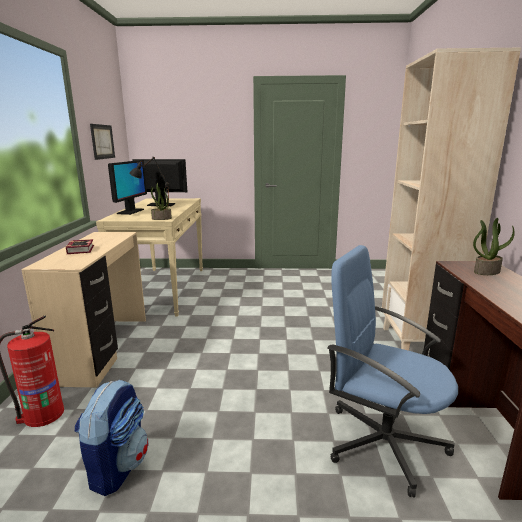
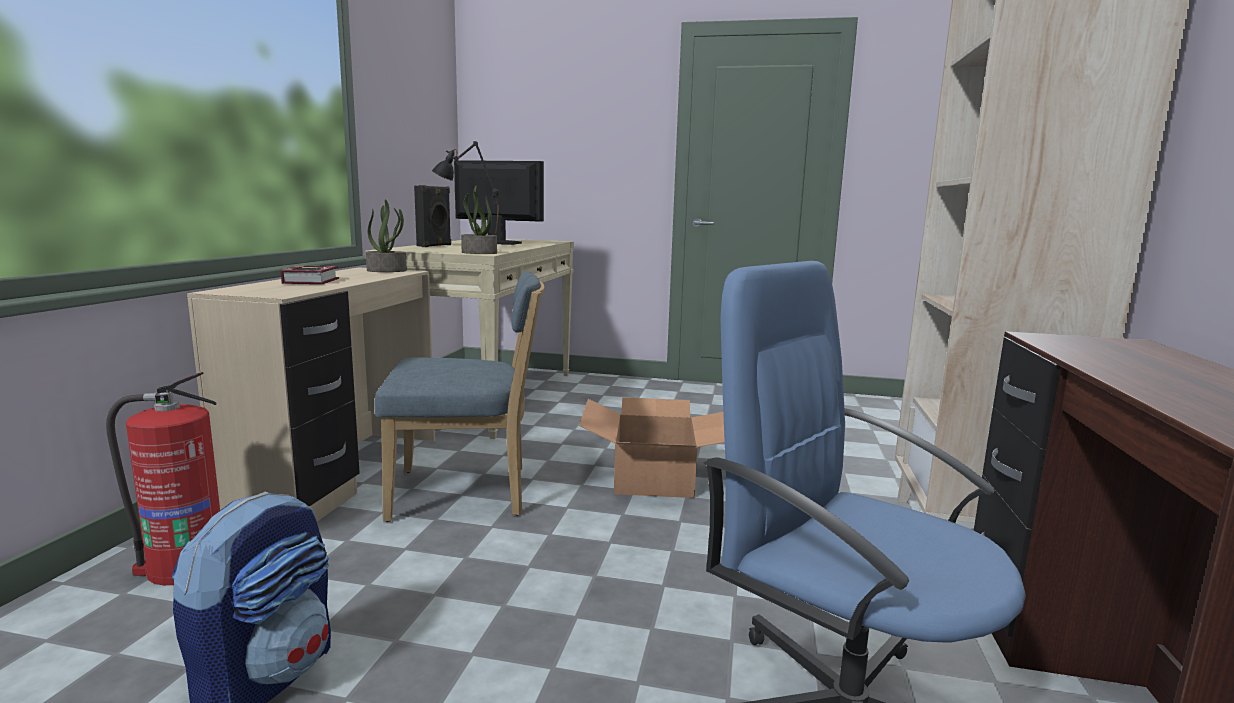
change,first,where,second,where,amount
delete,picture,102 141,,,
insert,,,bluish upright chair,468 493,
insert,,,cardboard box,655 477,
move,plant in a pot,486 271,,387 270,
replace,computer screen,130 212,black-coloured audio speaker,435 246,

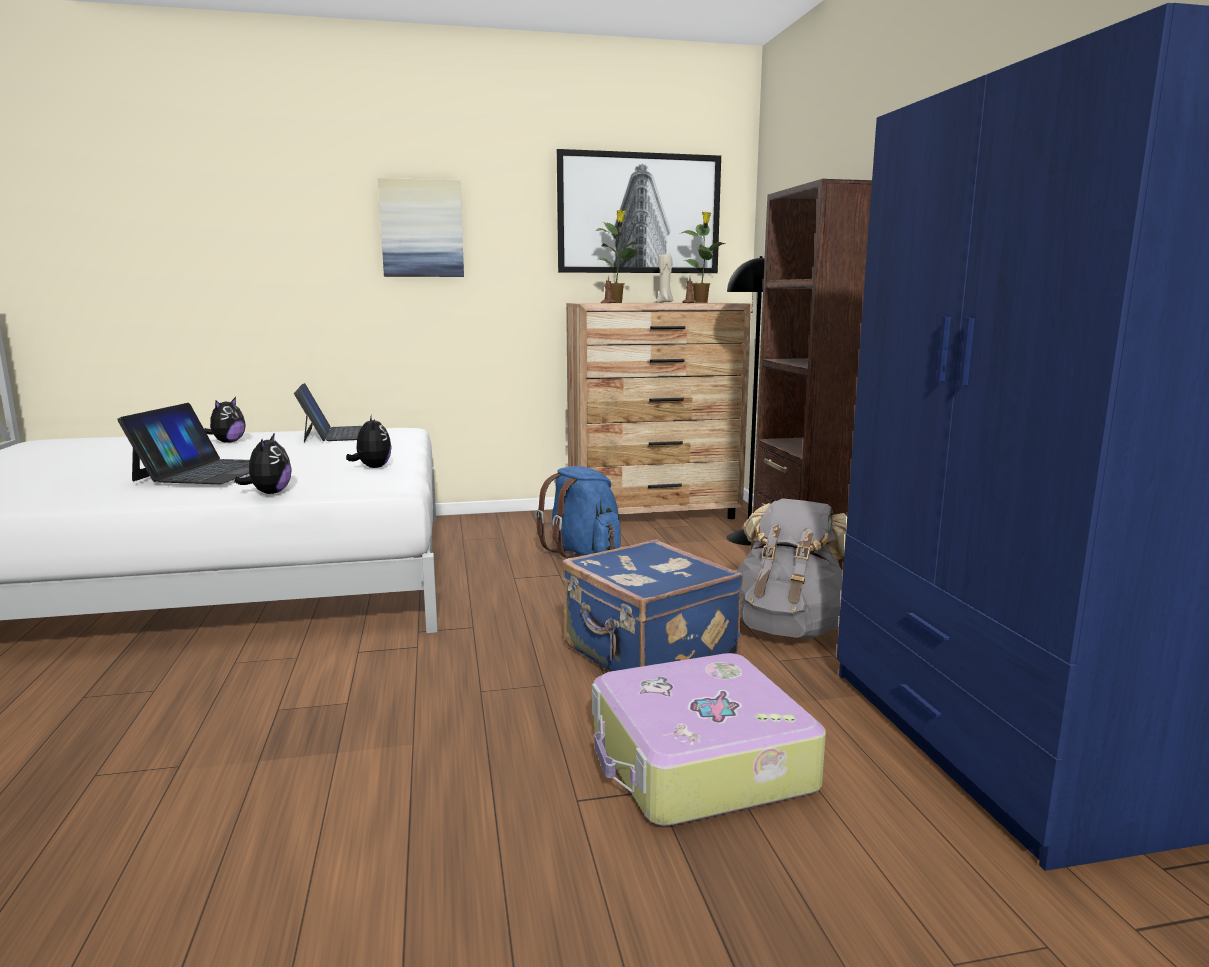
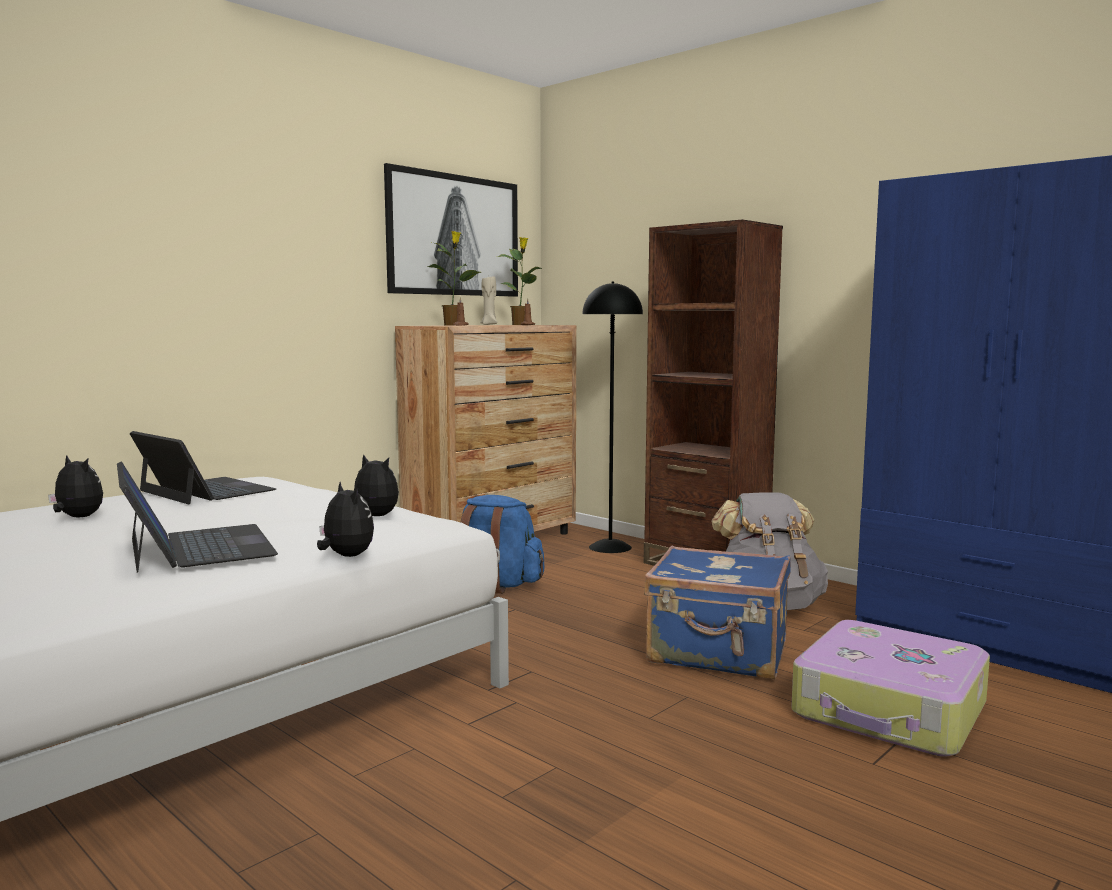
change,first,where,second,where,amount
delete,picture,422 229,,,
rotate,cuddly toy,228 442,,77 518,45 degrees counterclockwise

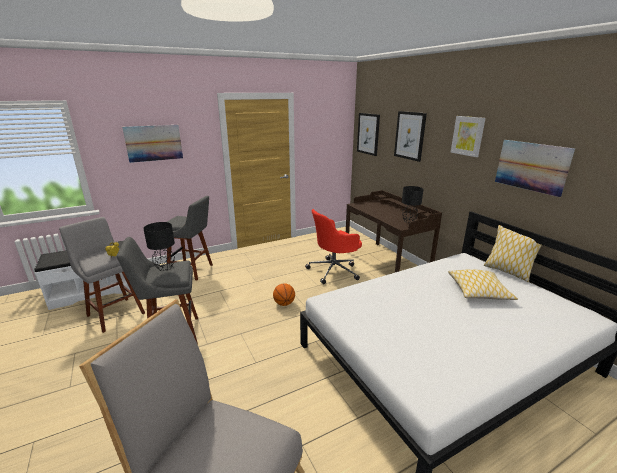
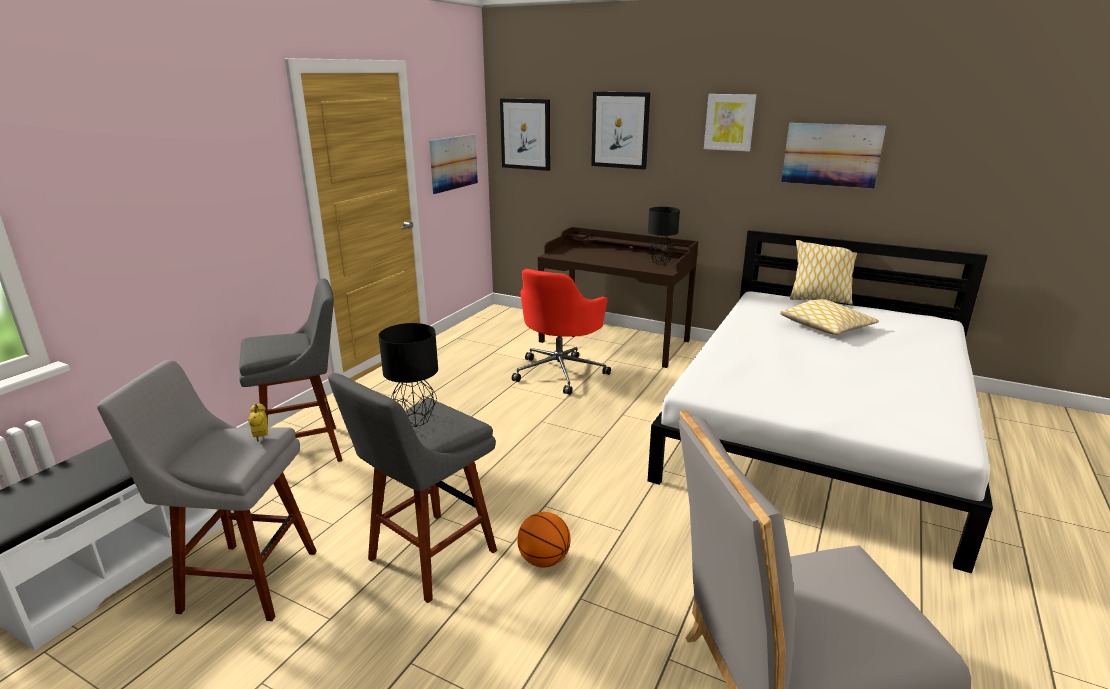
change,first,where,second,where,amount
move,picture,154 143,,454 163,
move,basketball,284 303,,544 560,

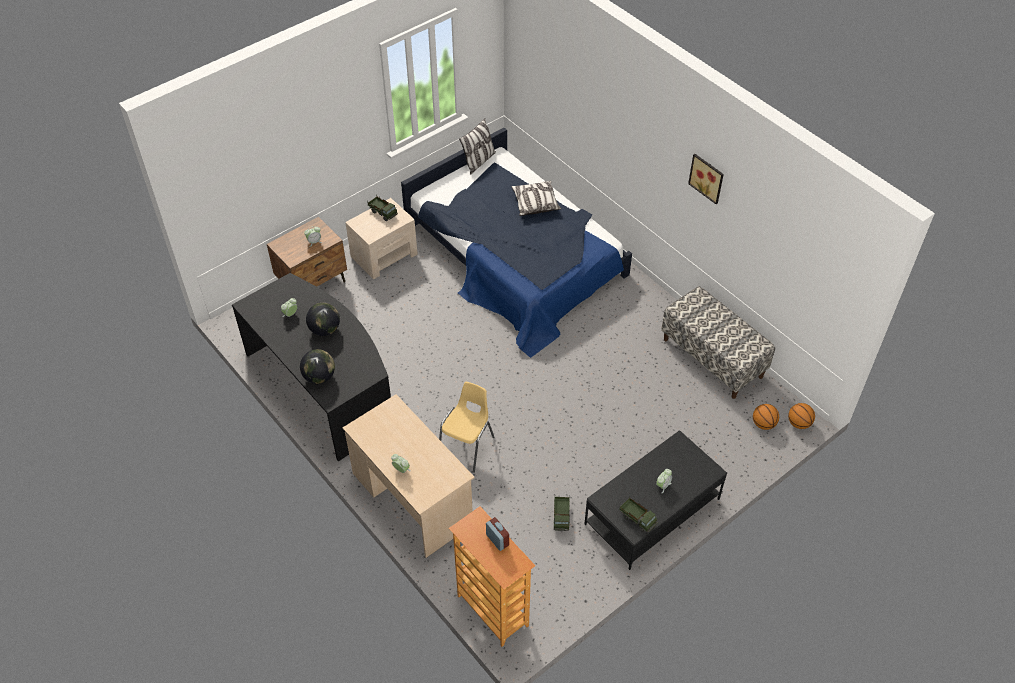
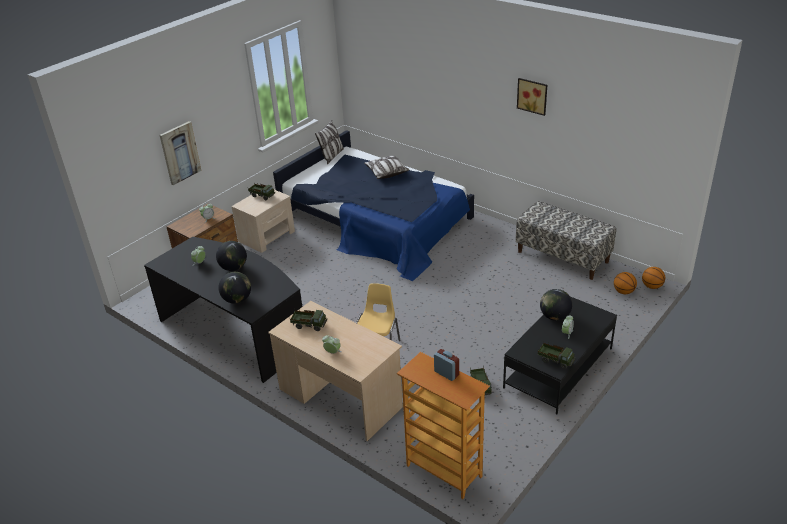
change,first,where,second,where,amount
insert,,,picture,180 153,
insert,,,model truck,309 325,
insert,,,desk globe,554 317,

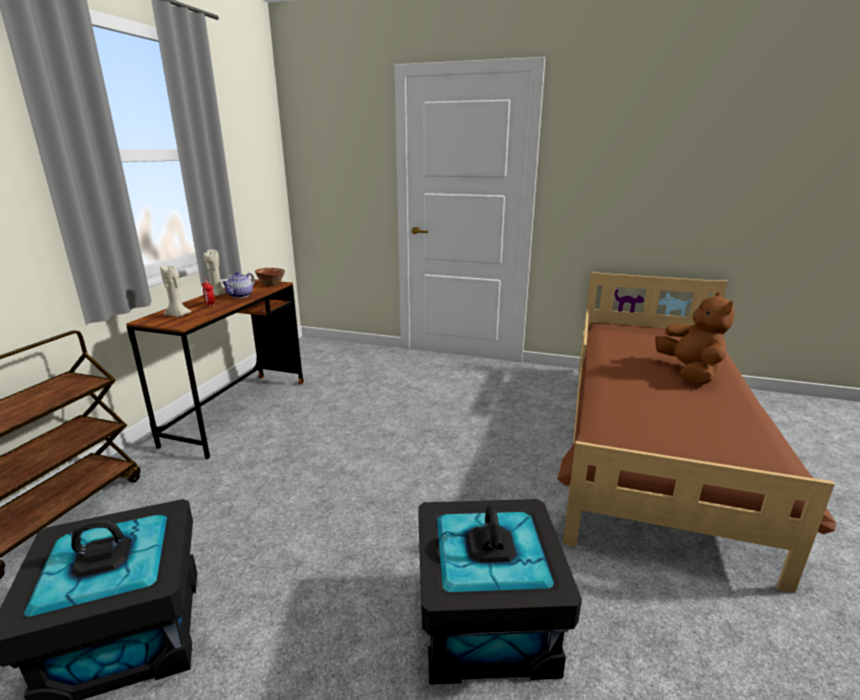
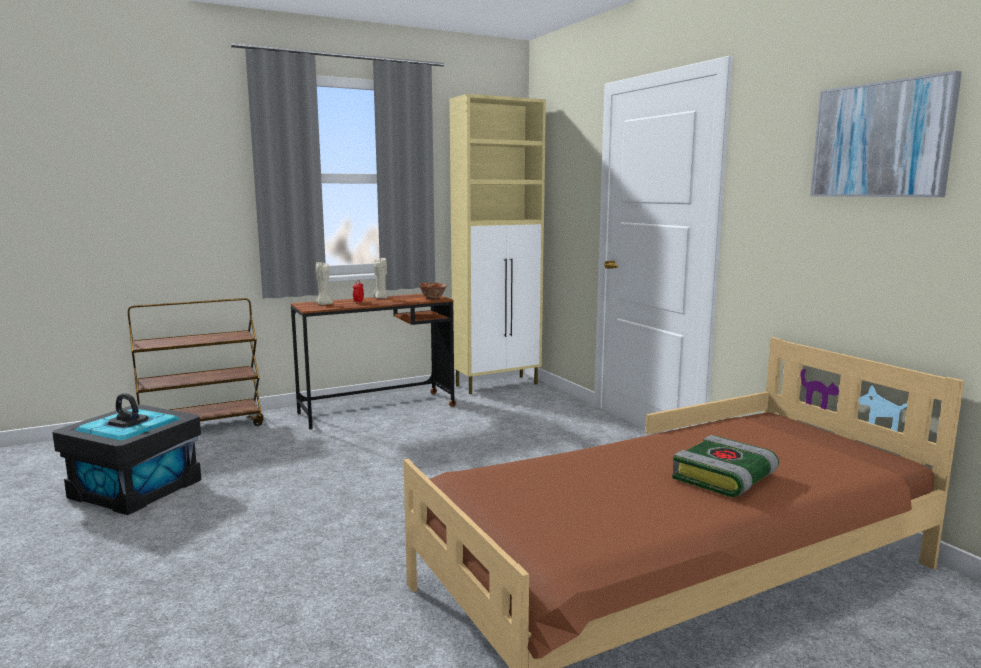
change,first,where,second,where,amount
delete,teapot,241 296,,,
delete,black-coloured storage container,485 622,,,
insert,,,beige cabinet,498 385,
insert,,,picture,881 140,
replace,brown-coloured cuddly toy,689 372,volume,724 478,

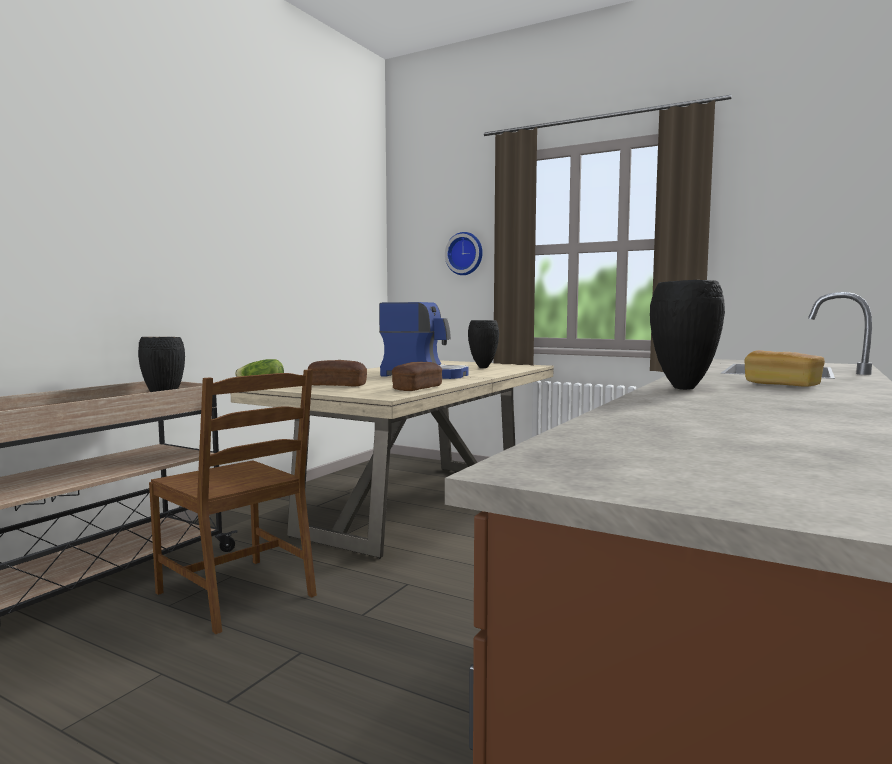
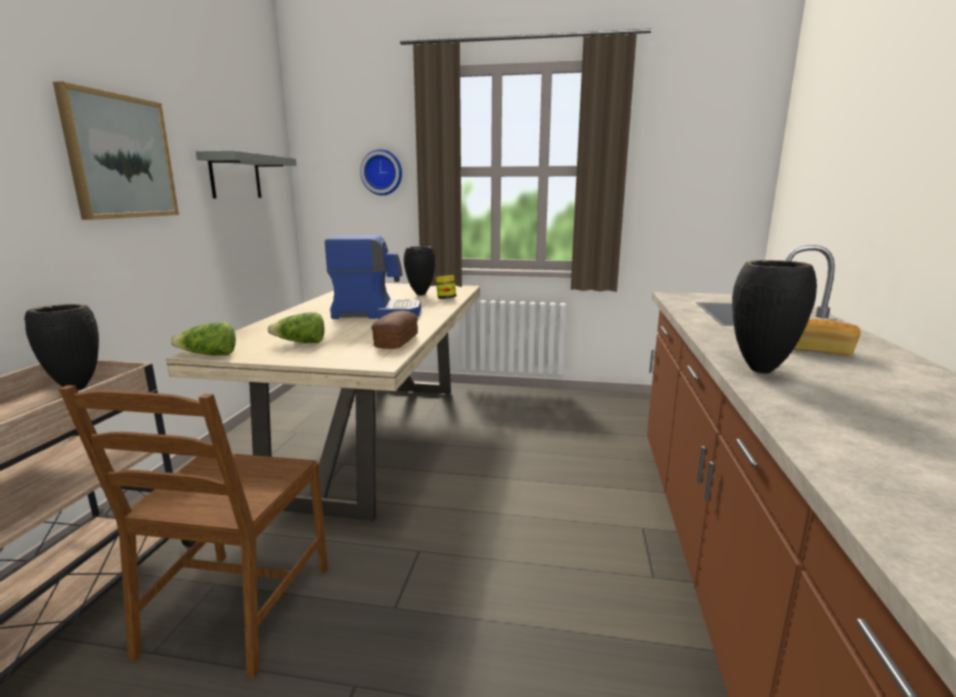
change,first,where,second,where,amount
insert,,,picture,120 157,
insert,,,grey bracket shelf,235 176,
insert,,,jar,446 299,
replace,baked bread,337 385,lettuce head,300 343,
rotate,brown-coloured upright chair,238 593,,236 610,75 degrees clockwise

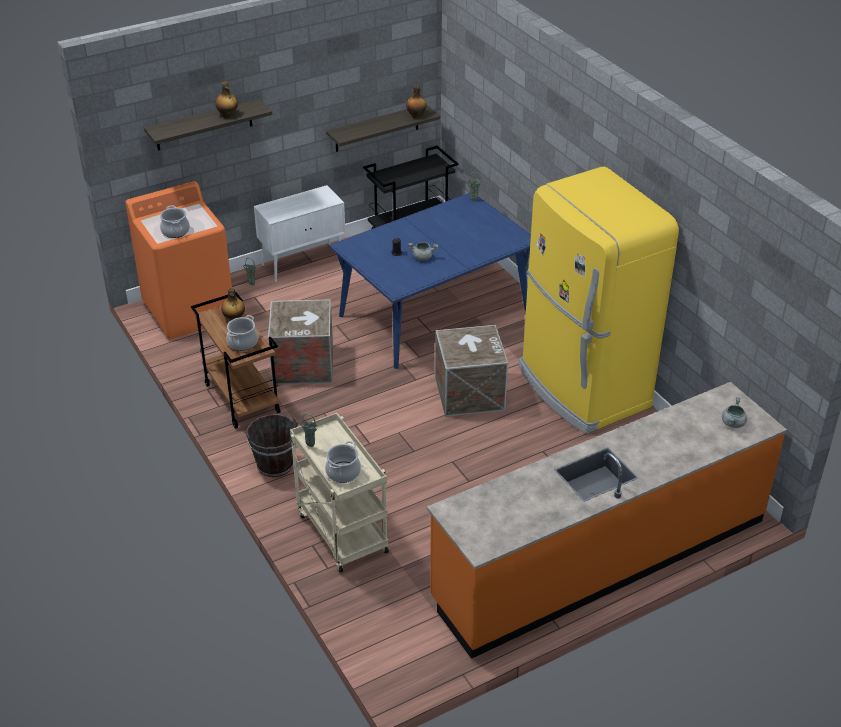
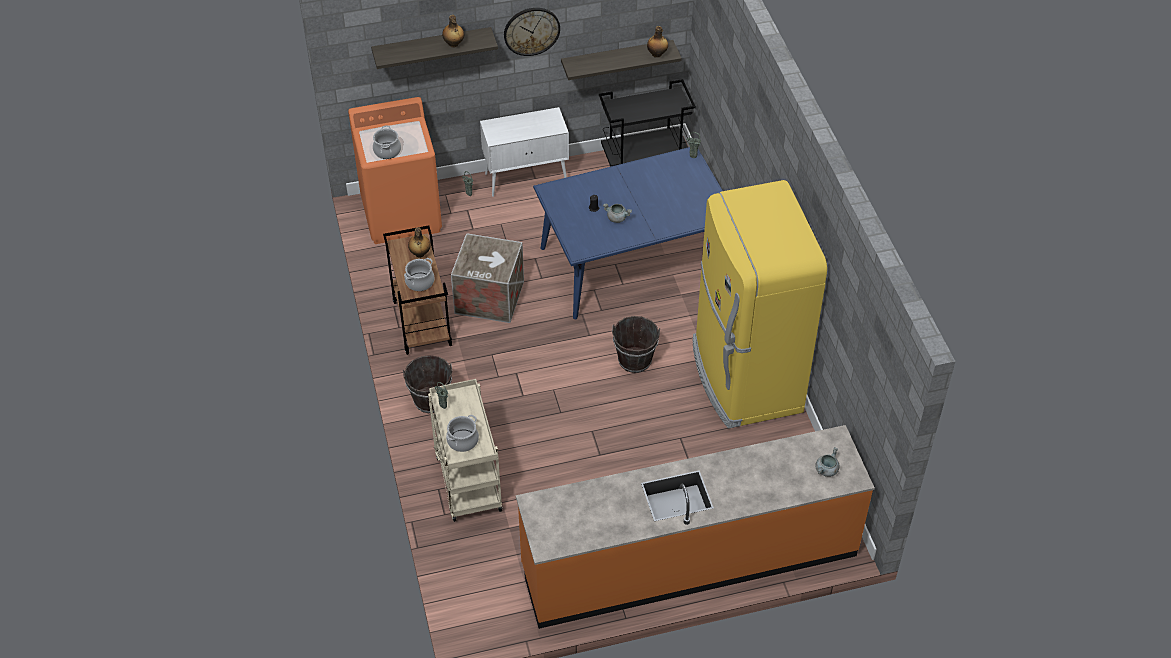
change,first,where,second,where,amount
insert,,,hanging clock,531 31,
replace,packing crate,469 393,brown-coloured pail,634 361,

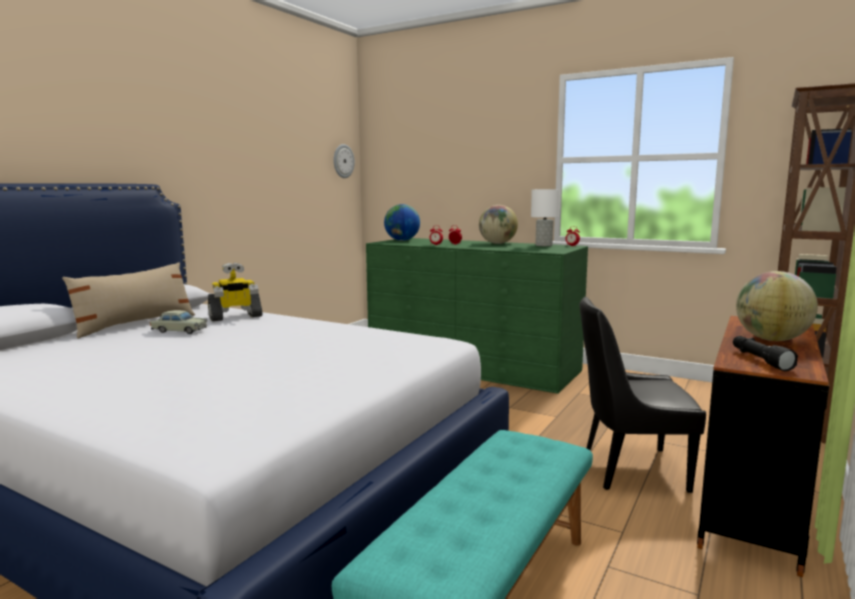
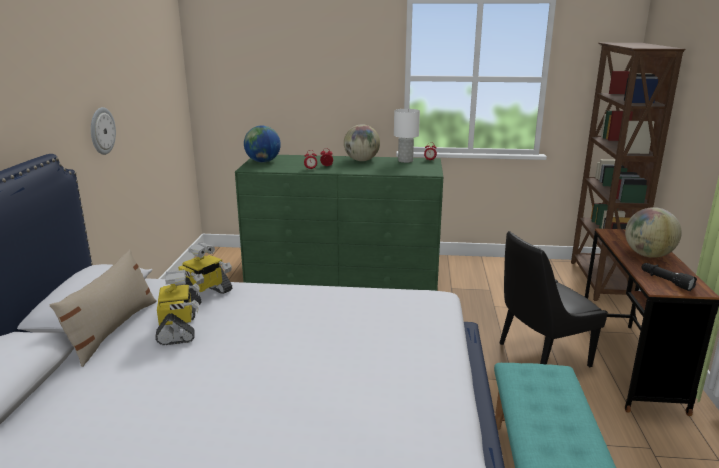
change,first,where,second,where,amount
move,hanging clock,343 161,,101 131,
replace,beige model car,179 330,robot figure,178 330,

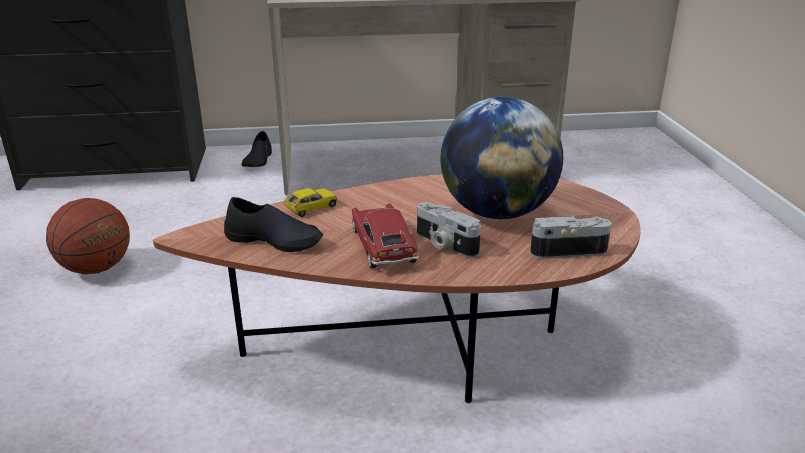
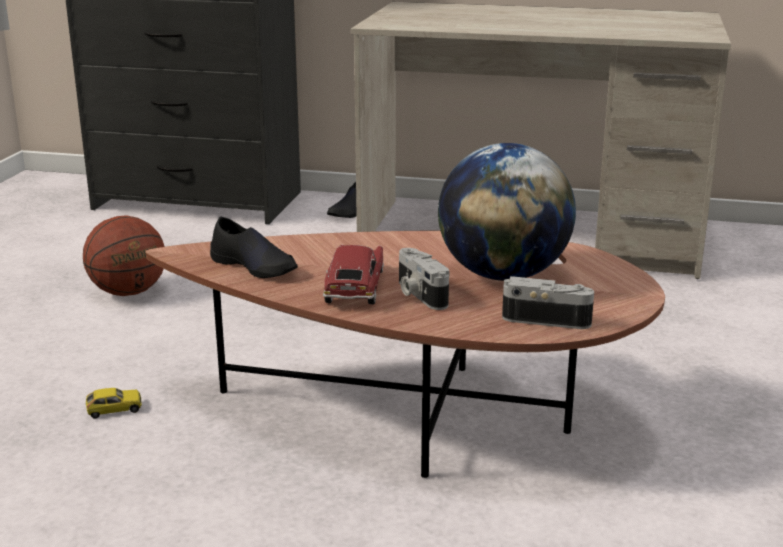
change,first,where,second,where,amount
move,model car,311 207,,114 409,

